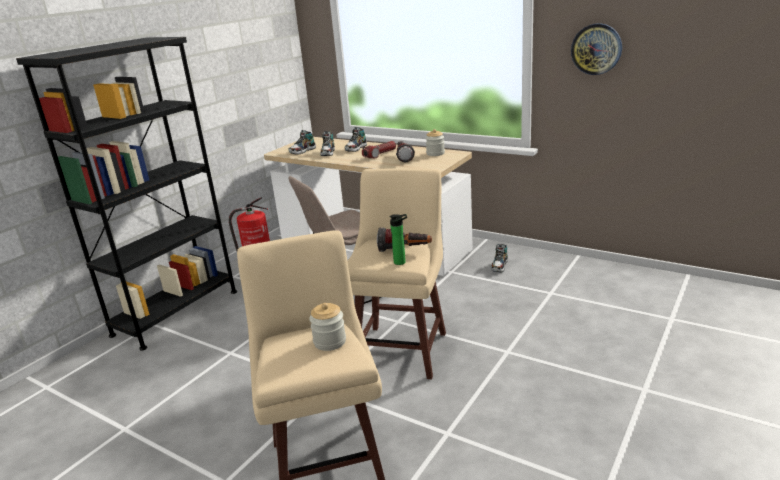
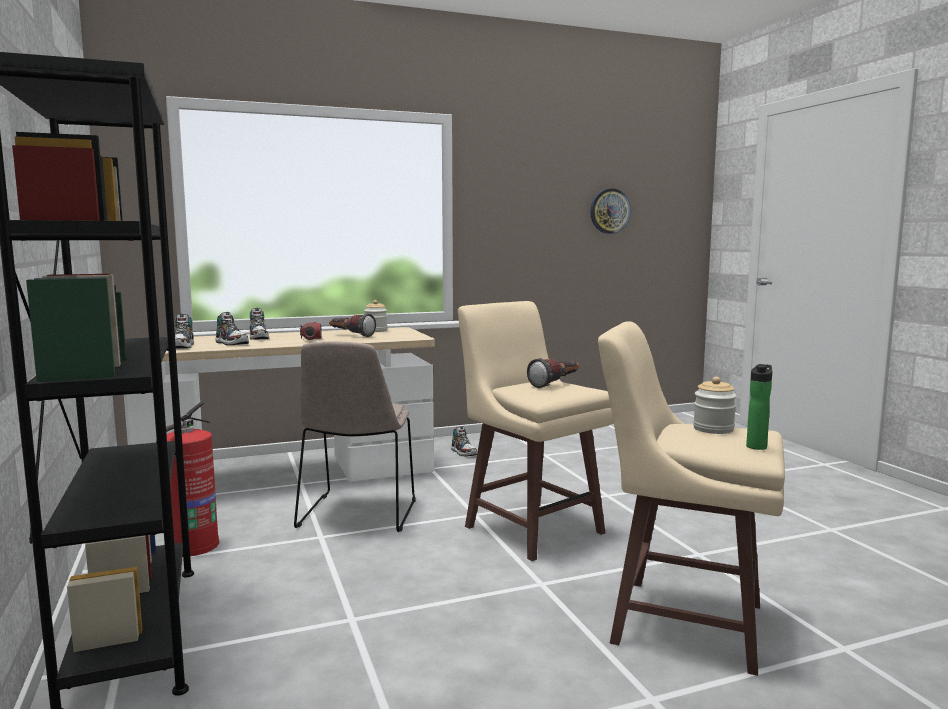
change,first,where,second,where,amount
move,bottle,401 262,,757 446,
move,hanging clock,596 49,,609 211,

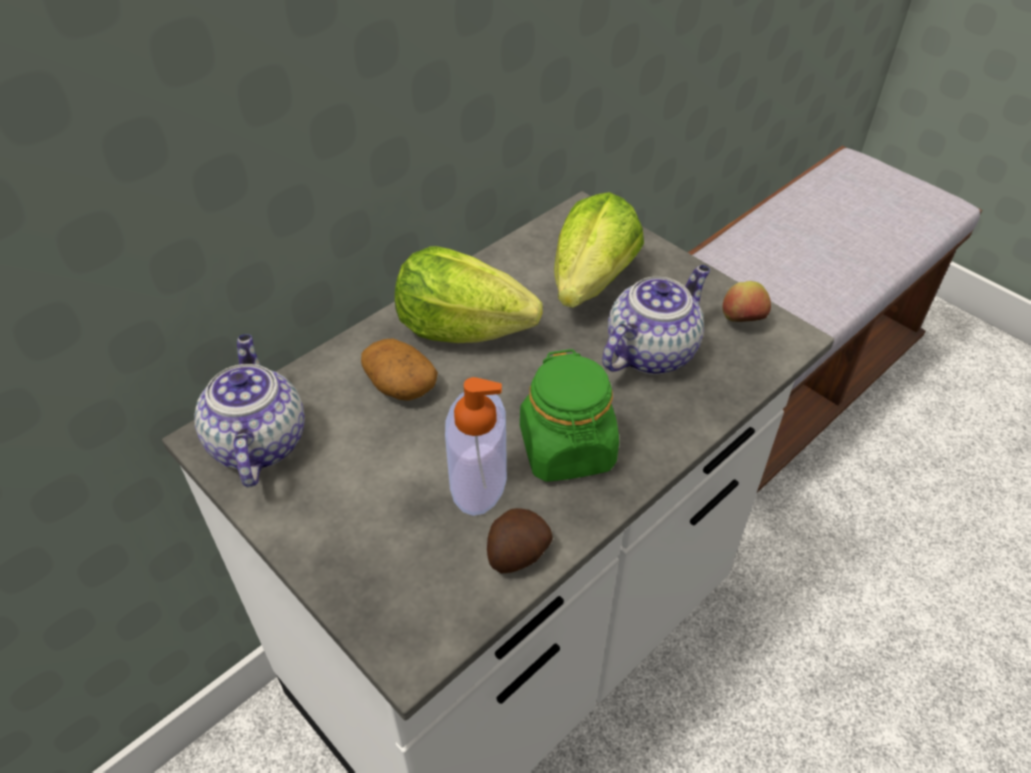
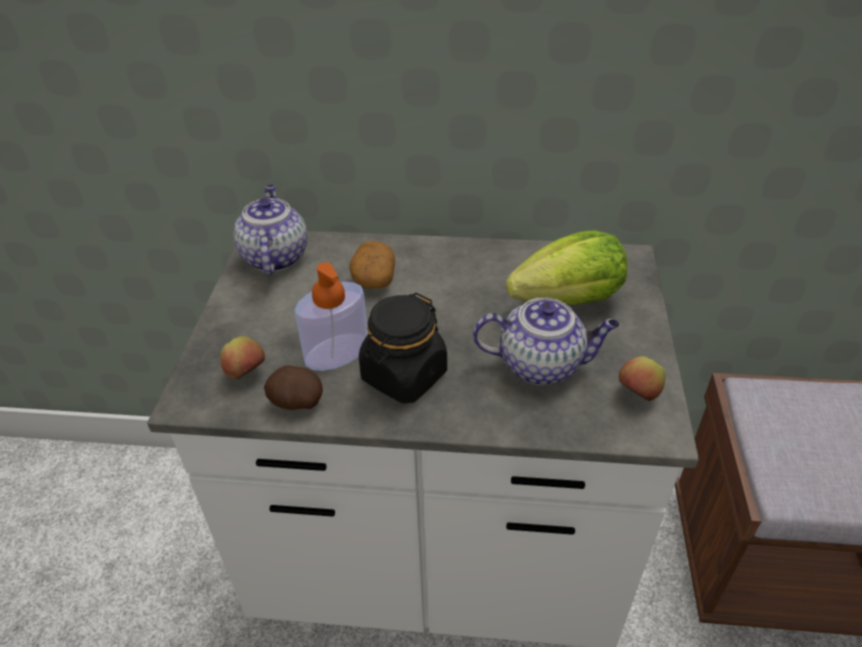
change,first,where,second,where,amount
delete,lettuce head,462 328,,,
insert,,,apple fruit,246 373,
recolor,green-coloured jar,567 449,black-coloured jar,404 376,
rotate,teapot,257 442,,274 257,45 degrees counterclockwise

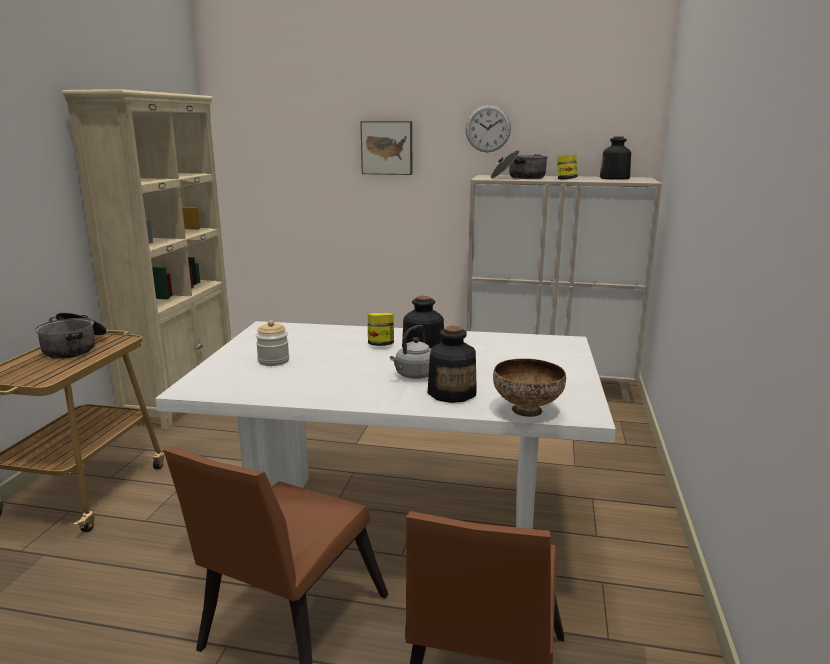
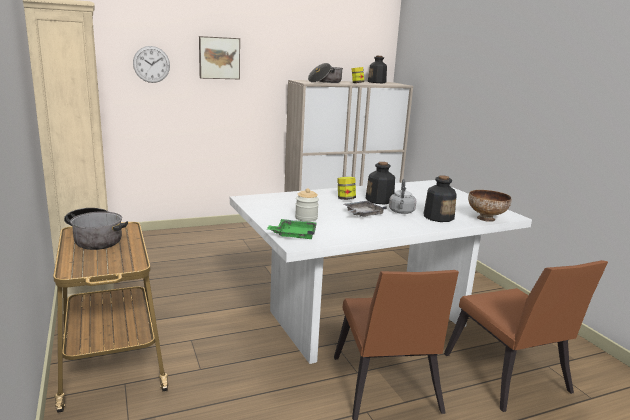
change,first,where,second,where,amount
insert,,,green-coloured tray,294 235,
insert,,,grey tray,362 214,
move,hanging clock,488 128,,151 64,

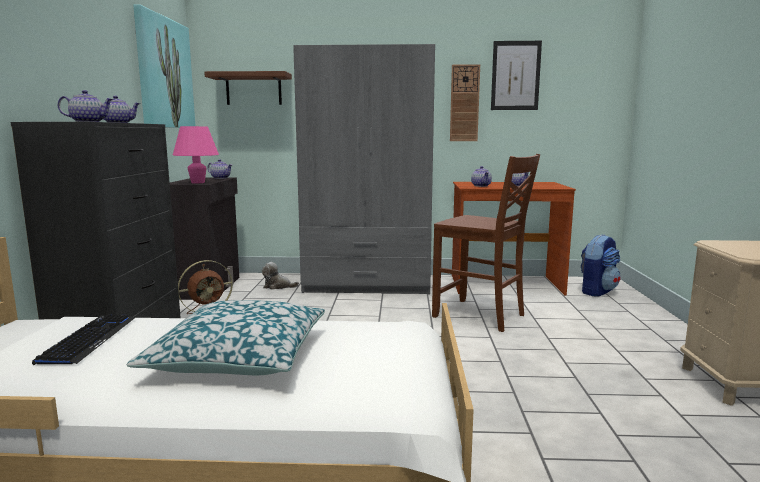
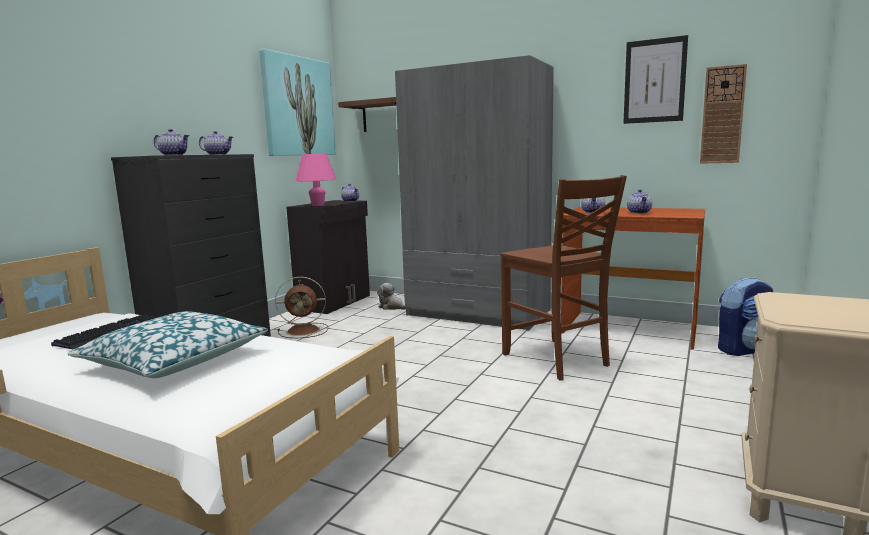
change,first,where,second,where,amount
move,hanging clock,464 103,,722 115,

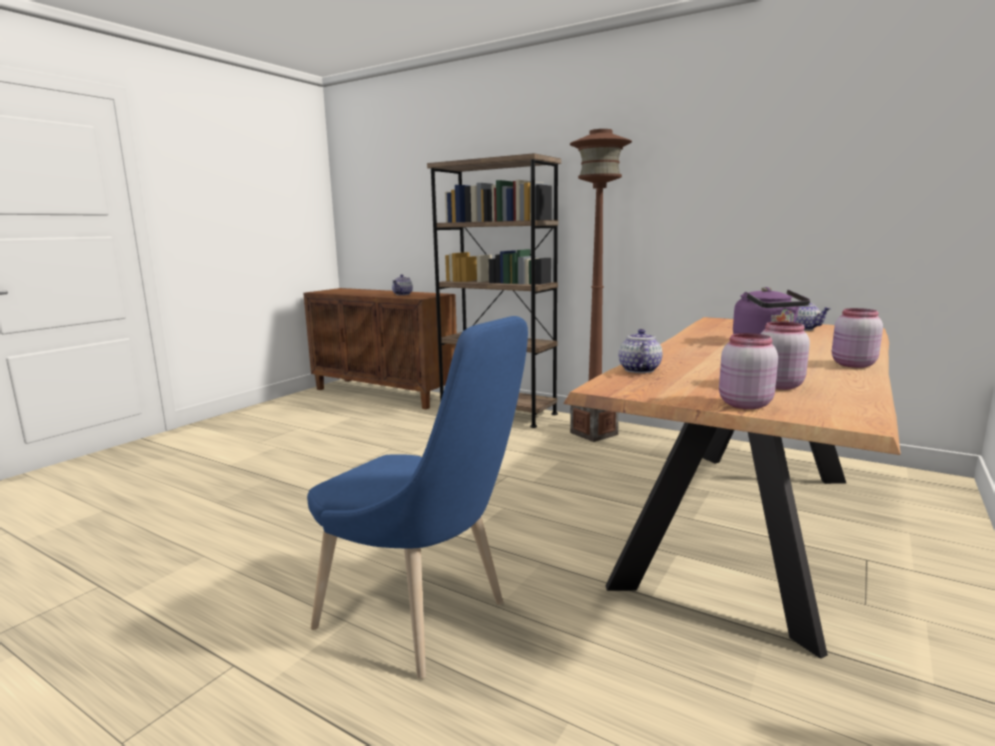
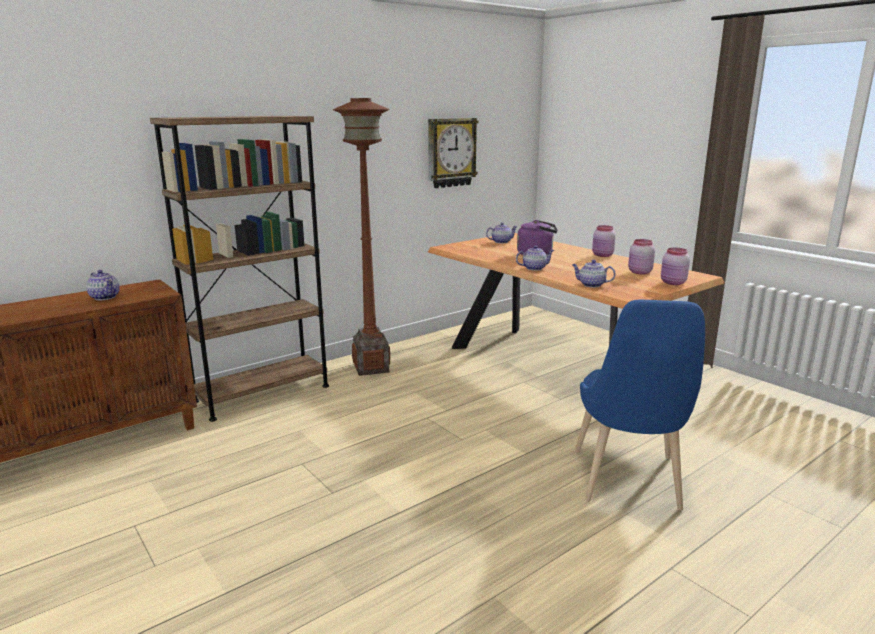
change,first,where,second,where,amount
insert,,,hanging clock,451 152,
insert,,,teapot,534 268,
rotate,bluish upright chair,422 619,,628 484,135 degrees clockwise

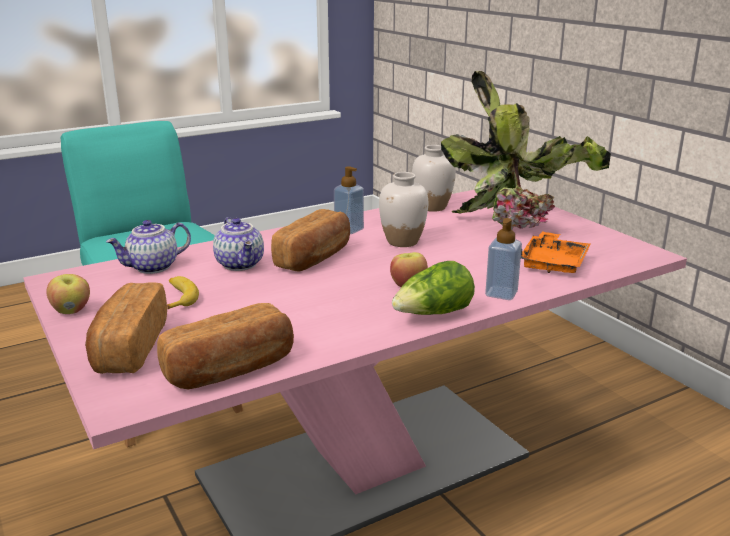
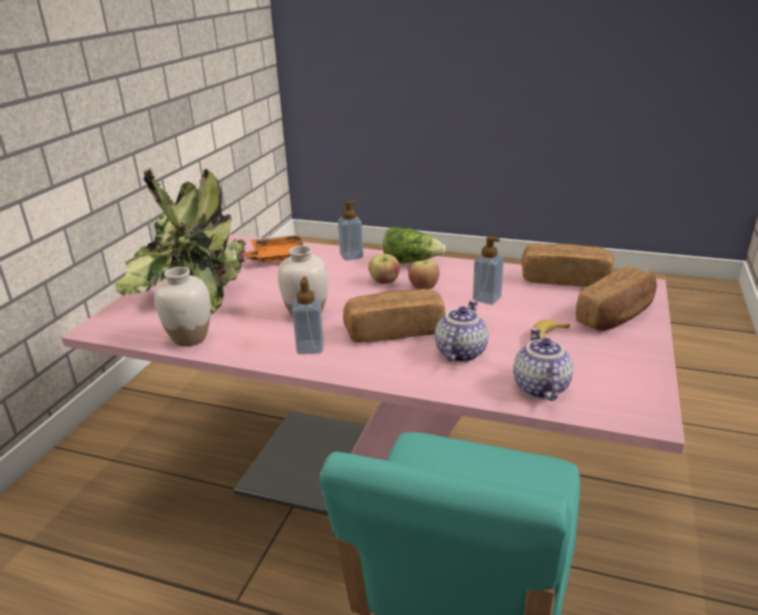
change,first,where,second,where,amount
insert,,,soap dispenser,487 298,
move,apple fruit,72 310,,424 287,
rotate,teapot,153 267,,539 387,105 degrees counterclockwise

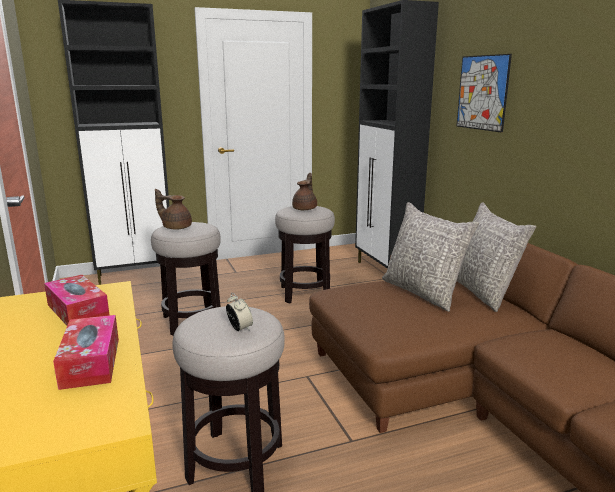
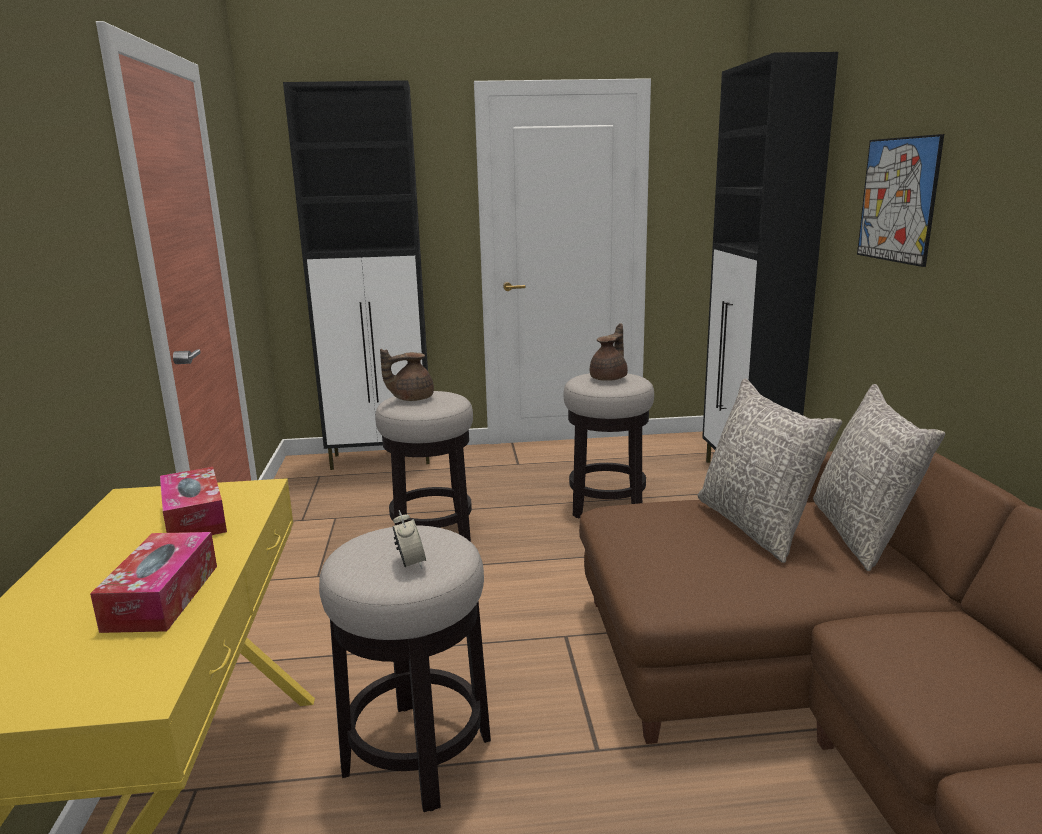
change,first,where,second,where,amount
rotate,brown-coloured teapot,176 227,,411 398,60 degrees counterclockwise

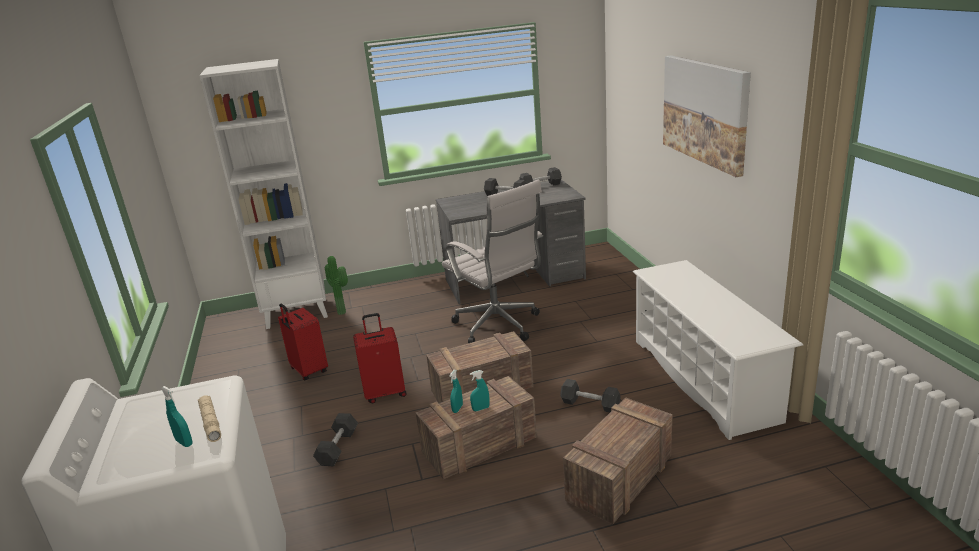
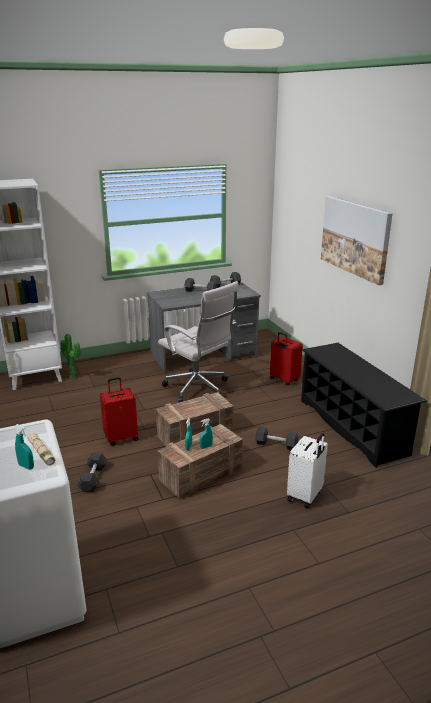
change,first,where,second,where,amount
move,reddish travel case,308 371,,283 380,
replace,packing crate,619 480,whitish travel case,305 496,
recolor,whitish shoe stand,703 379,black-coloured shoe stand,352 426,

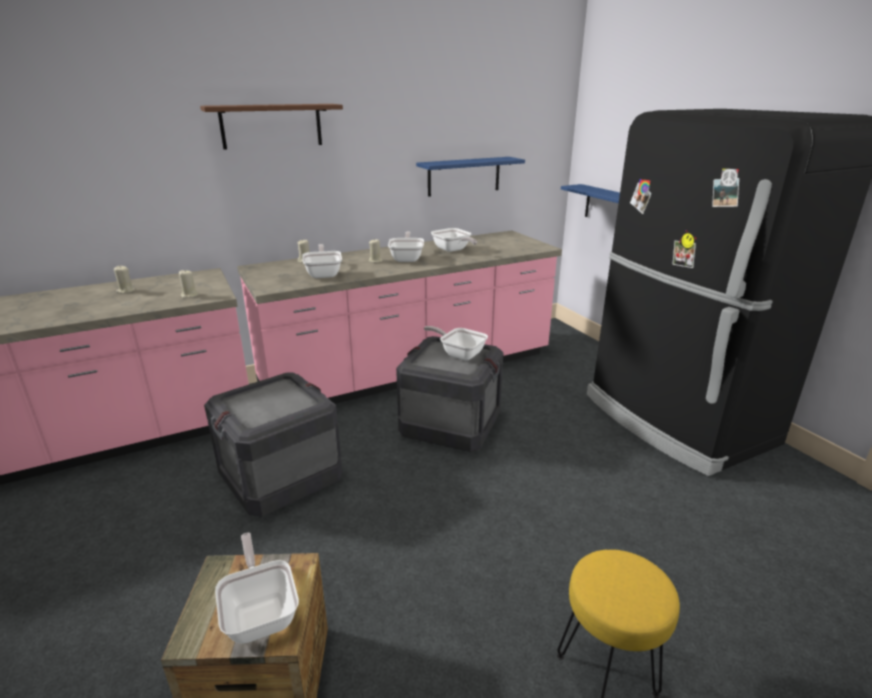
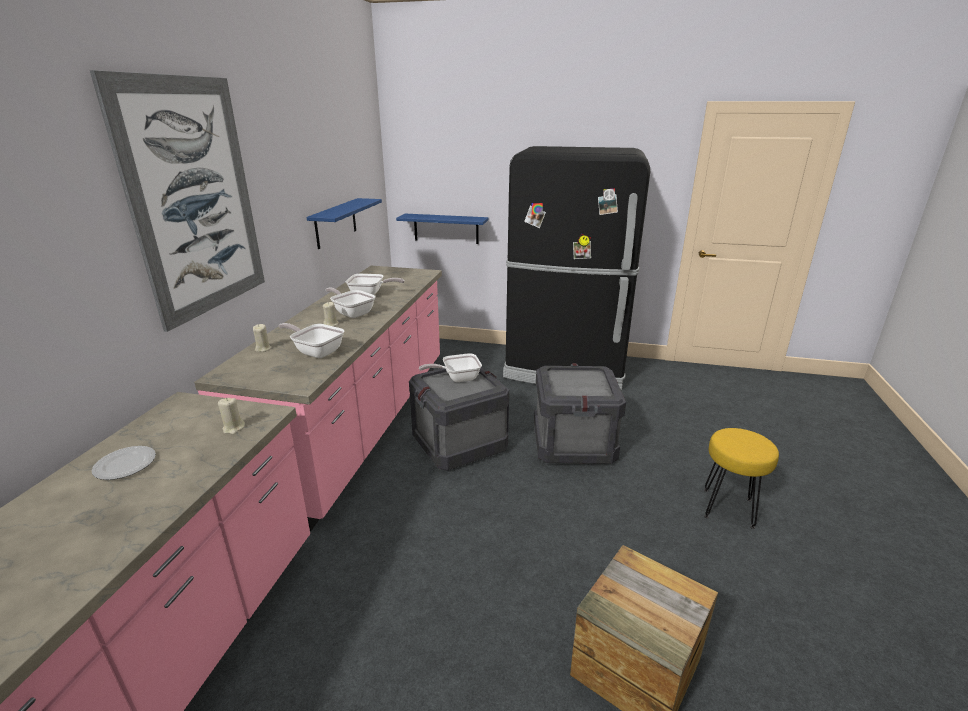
change,first,where,second,where,amount
delete,skillet,261 612,,,
move,packing crate,281 477,,574 443,
replace,beige wax light,126 291,plate,125 465,
replace,brown-coloured bracket shelf,271 126,picture,194 199,

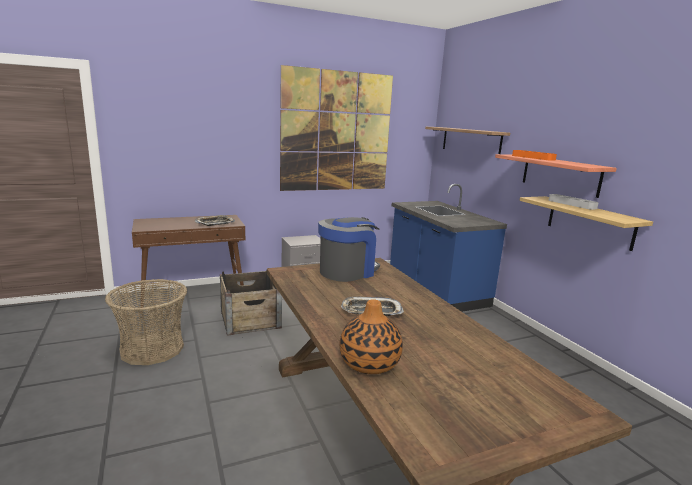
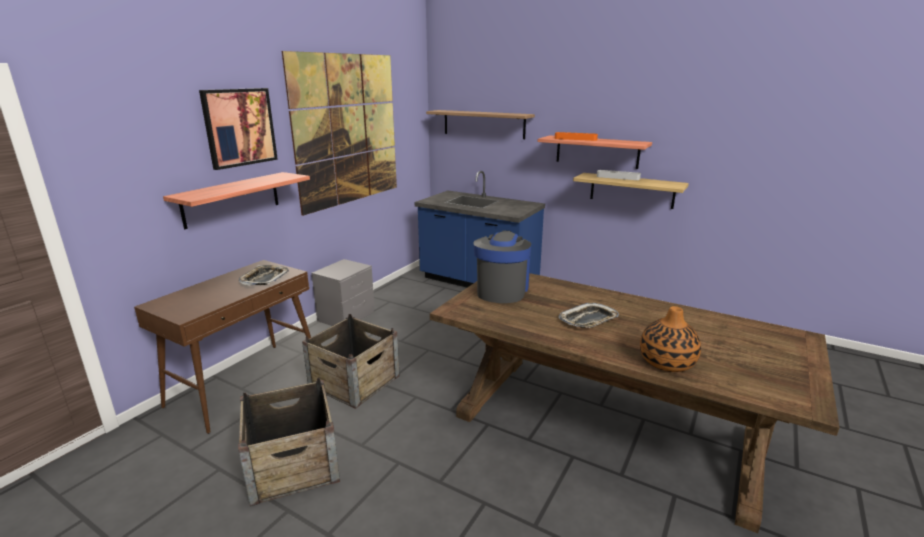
change,first,where,second,where,amount
insert,,,bracket shelf,232 199,
insert,,,picture,239 127,
replace,storage basket,152 349,packing crate,292 464,

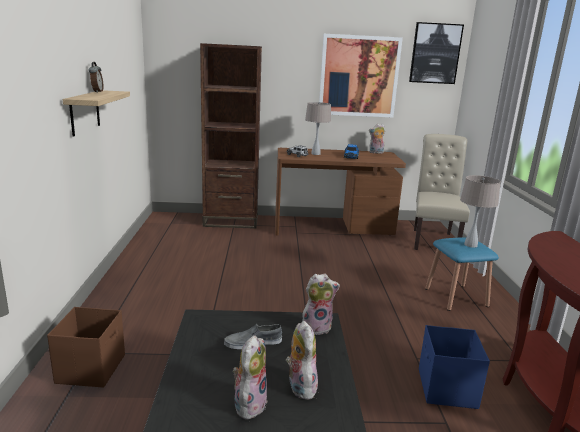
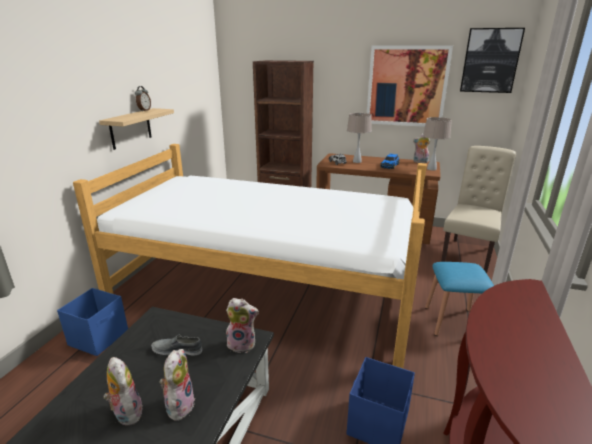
change,first,where,second,where,amount
insert,,,bed,266 287,
move,beige lamp for a table,471 245,,431 169,
recolor,brown-coloured storage container,92 368,bluish storage container,99 337,
rotate,cuddly toy,249 403,,126 412,75 degrees counterclockwise

